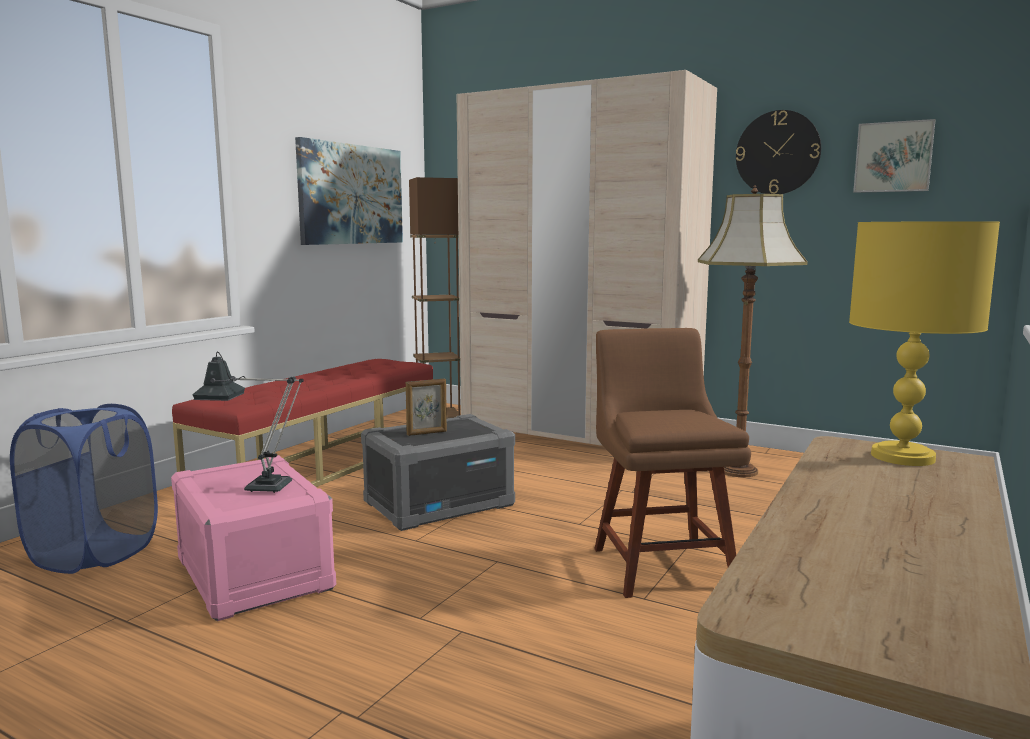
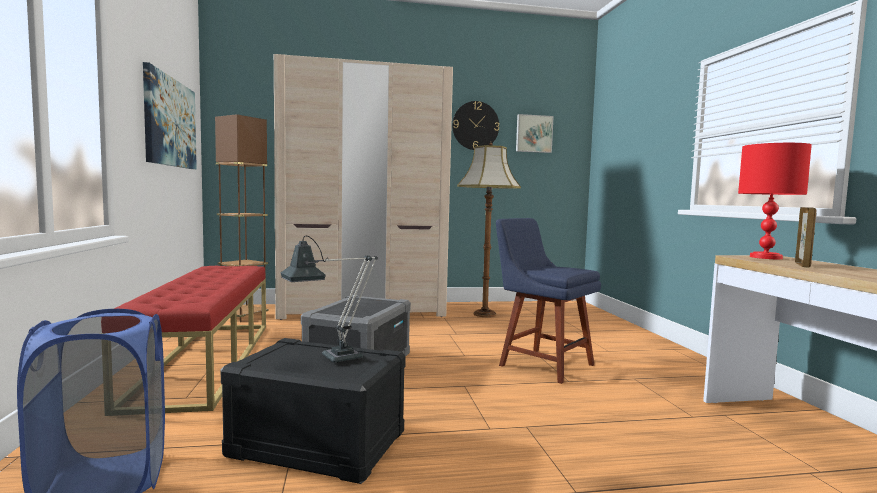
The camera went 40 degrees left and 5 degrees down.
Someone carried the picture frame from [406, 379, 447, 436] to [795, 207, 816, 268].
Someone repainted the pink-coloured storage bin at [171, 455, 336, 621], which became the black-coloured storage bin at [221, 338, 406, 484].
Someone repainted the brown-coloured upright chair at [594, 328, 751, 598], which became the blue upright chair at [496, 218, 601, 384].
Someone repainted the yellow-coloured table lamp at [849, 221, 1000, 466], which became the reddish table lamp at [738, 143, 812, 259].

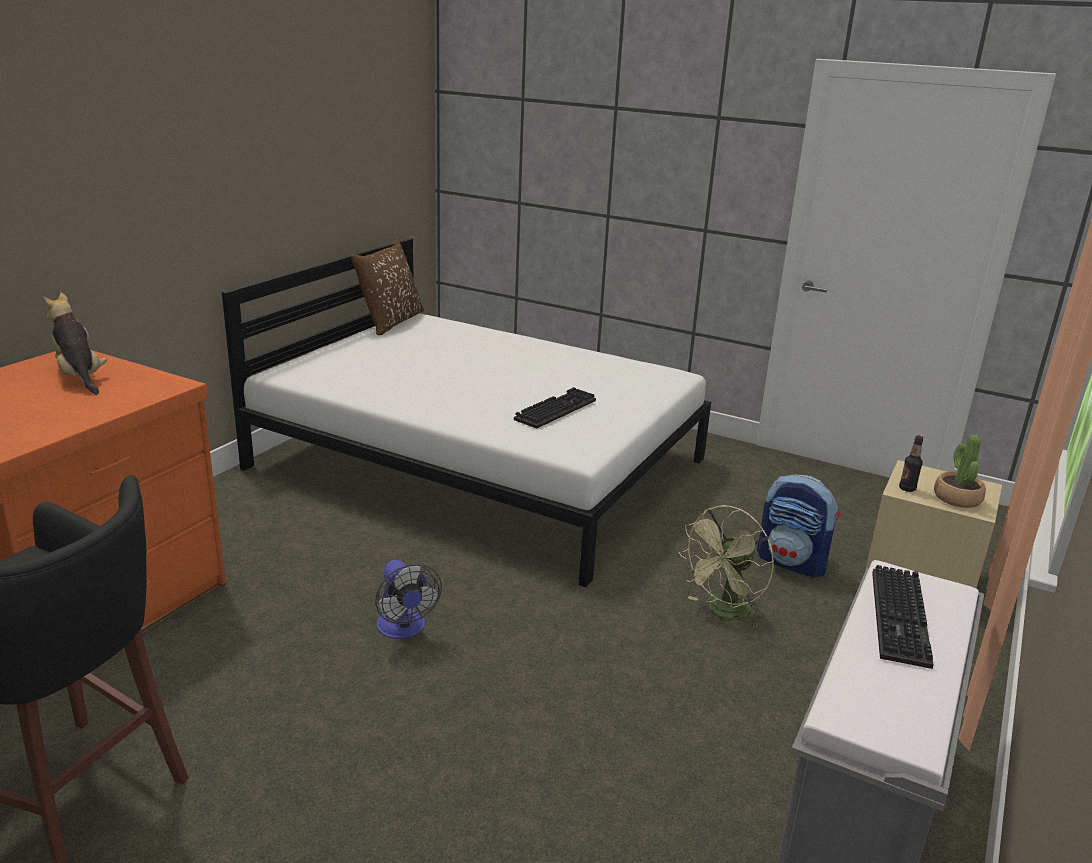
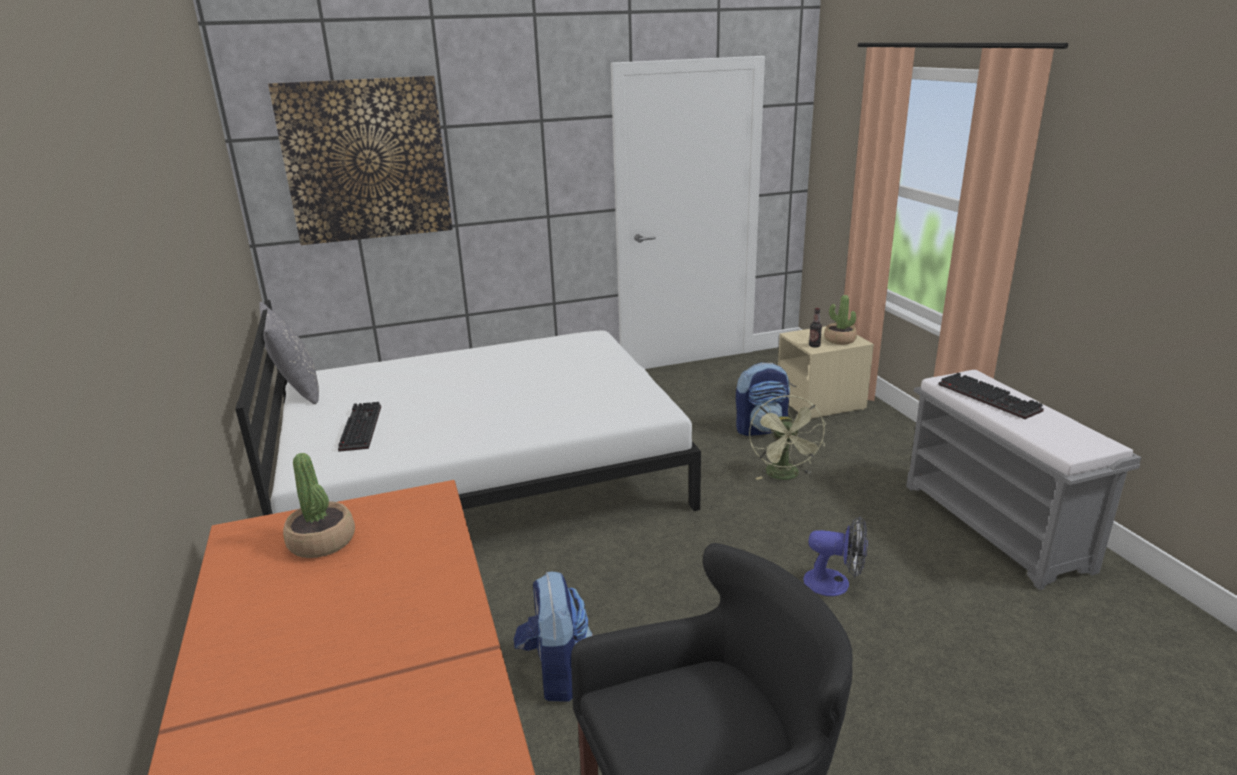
The camera went 45 degrees left and 0 degrees up.
Someone put up the wall picture at [268, 76, 453, 245].
Someone put down the knapsack at [514, 572, 593, 702].
Someone carried the electric fan from [375, 560, 442, 639] to [803, 516, 868, 596].
Someone carried the PC keyboard from [514, 387, 596, 429] to [338, 402, 381, 452].
Someone swapped the cuddly toy at [43, 293, 107, 394] for the plant in a pot at [283, 453, 355, 558].
Someone repainted the brown-coloured throw pillow at [350, 237, 424, 335], which became the greyish throw pillow at [259, 302, 319, 404].

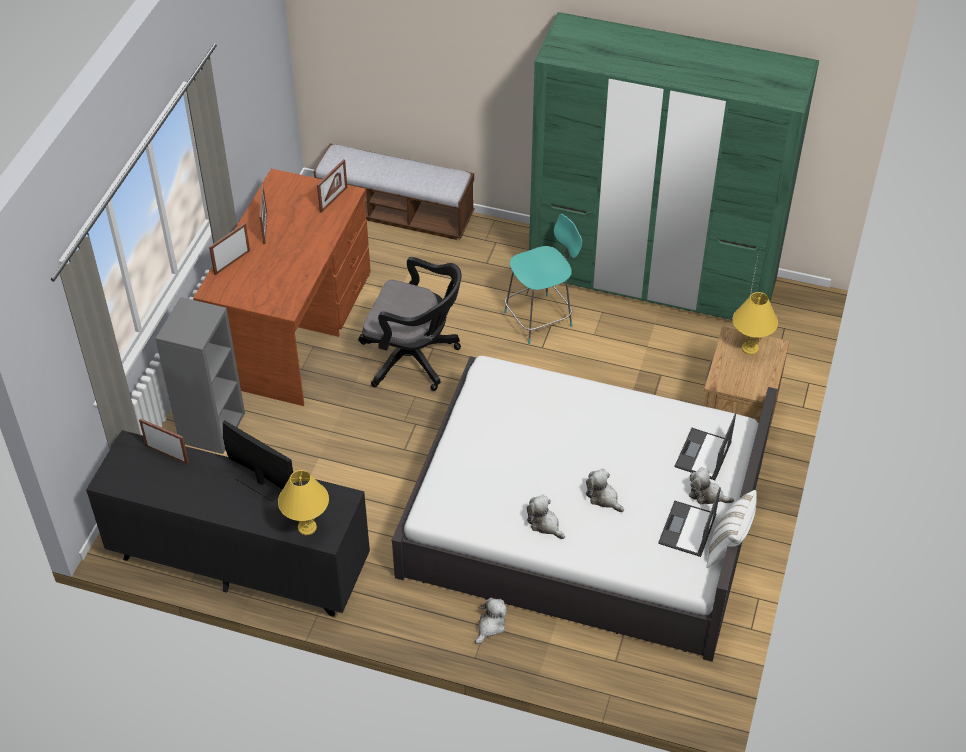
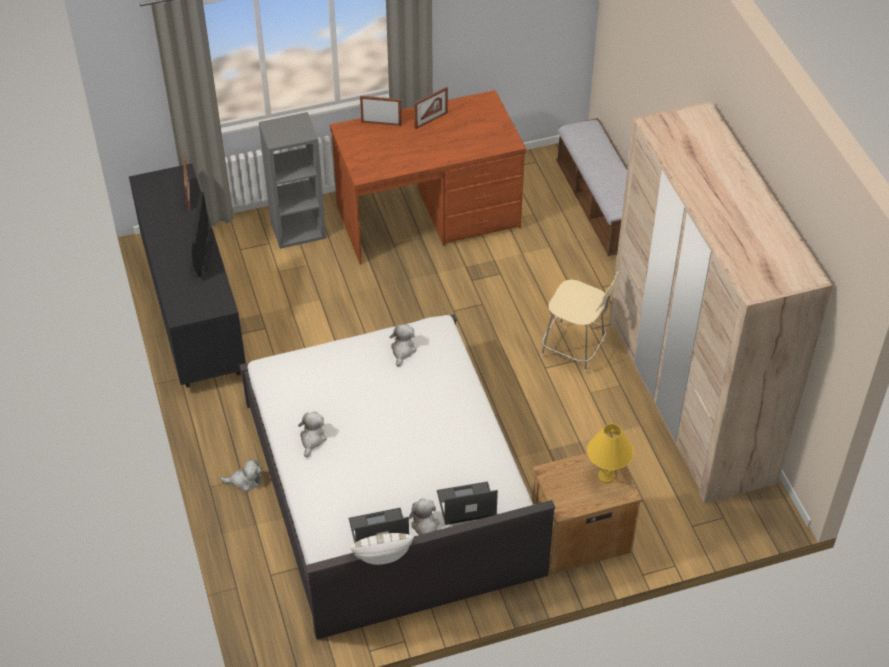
The camera went 55 degrees right and 0 degrees up.
Someone took away the yellow-coloured table lamp at [278, 470, 329, 535].
Someone took away the picture frame at [317, 159, 347, 213].
Someone took away the black-coloured computer chair at [358, 257, 462, 391].
Someone carried the cuddly toy from [586, 469, 624, 512] to [389, 324, 416, 367].
Someone repainted the blue-green upright chair at [504, 214, 582, 344], which became the beige-coloured upright chair at [541, 272, 619, 375].
Someone repainted the greenish wardrobe at [529, 12, 819, 320], which became the beige-coloured wardrobe at [609, 102, 832, 503].

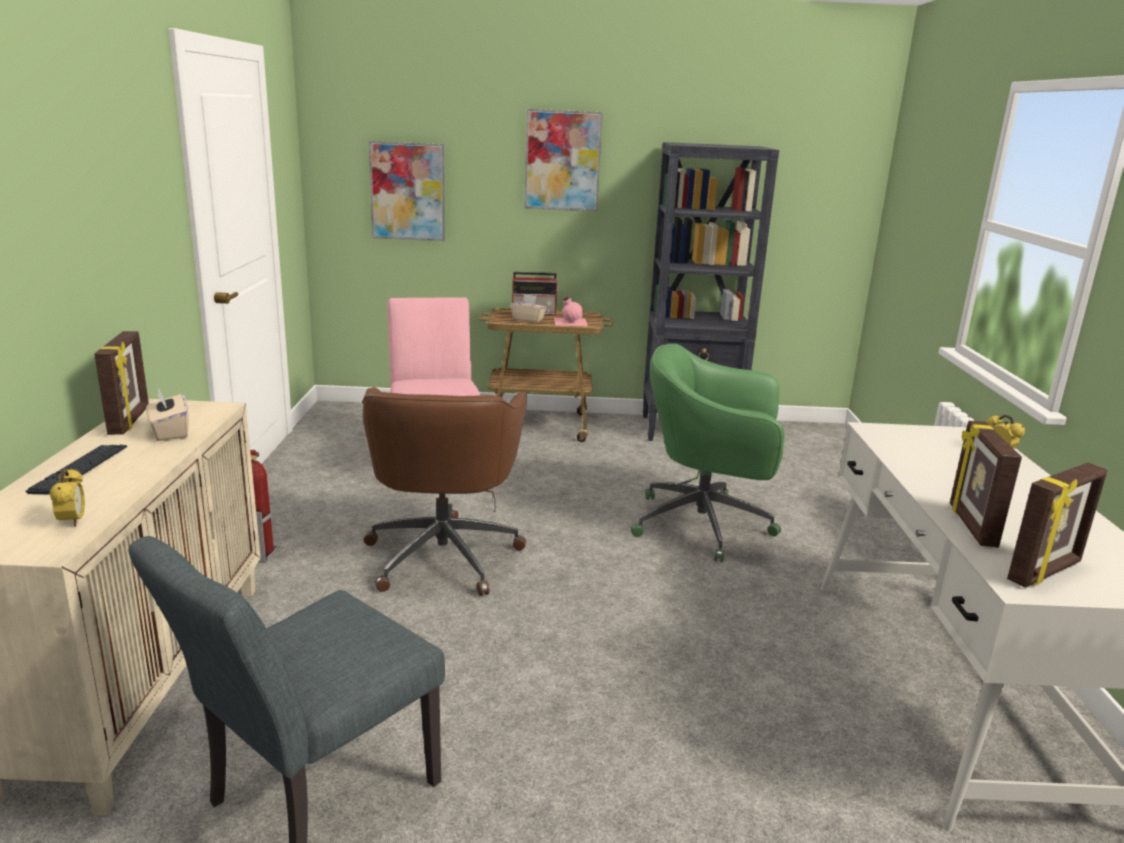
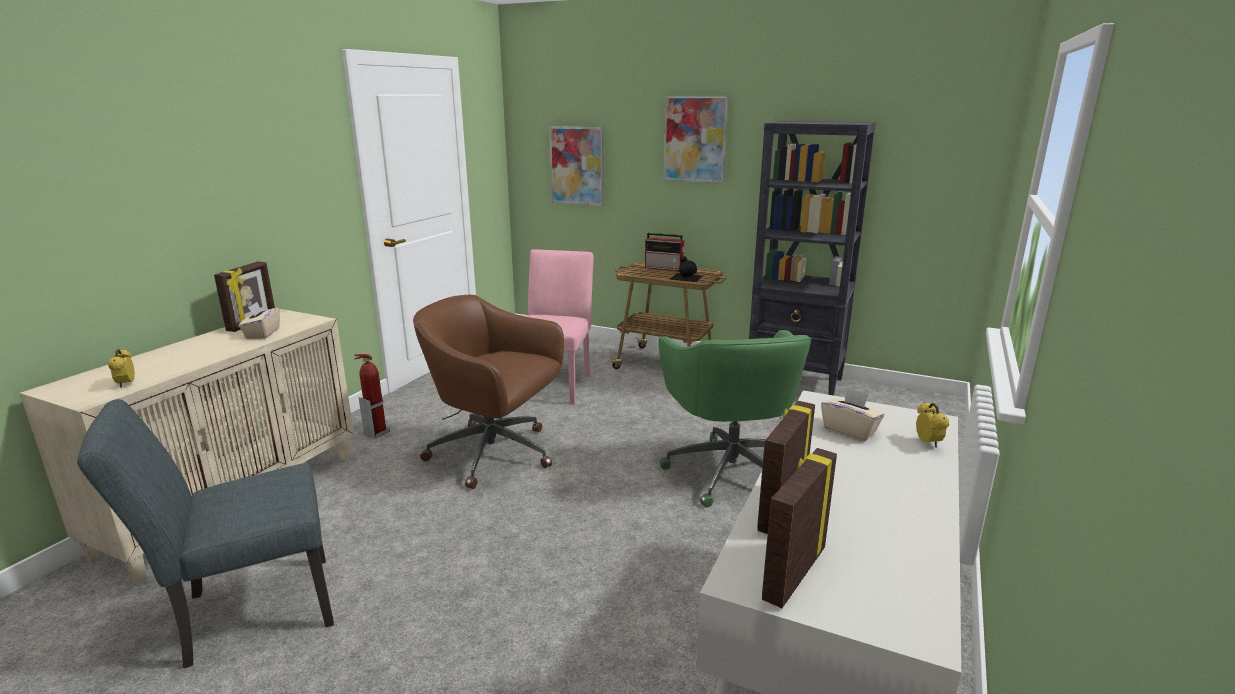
The camera went 25 degrees right and 0 degrees up.
Someone took away the PC keyboard at [26, 445, 127, 494].
Someone carried the beige-coloured box of tissues from [511, 294, 546, 323] to [821, 388, 885, 441].
Someone repainted the pink-coloured drink bottle at [554, 297, 588, 326], which became the black-coloured drink bottle at [669, 256, 703, 282].
Someone rotated the table clock at [49, 469, 85, 527] by 150 degrees clockwise.
Someone rotated the brown-coloured computer chair at [362, 387, 527, 596] by 90 degrees clockwise.
Someone rotated the greenish computer chair at [631, 344, 785, 562] by 135 degrees counterclockwise.
Someone rotated the picture frame at [1007, 463, 1107, 588] by 135 degrees clockwise.

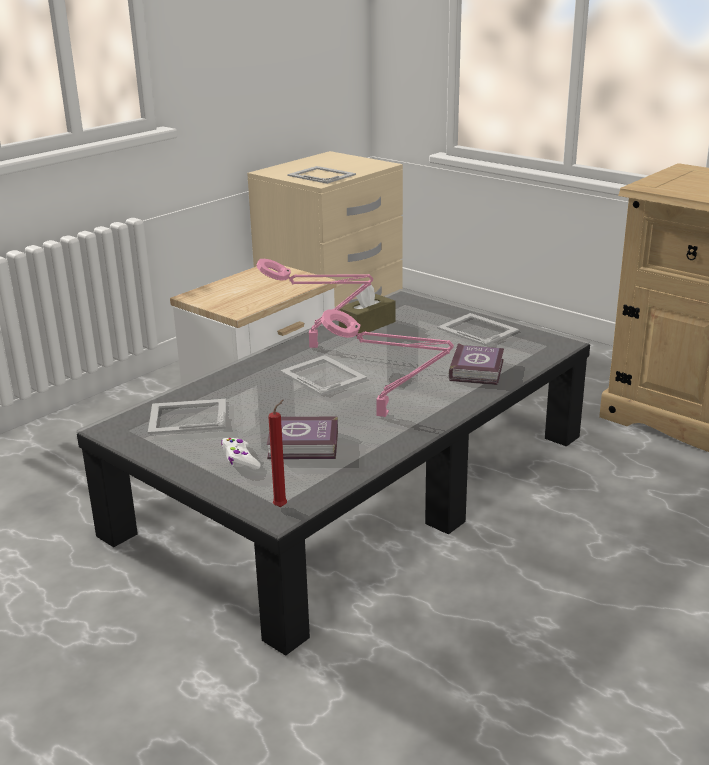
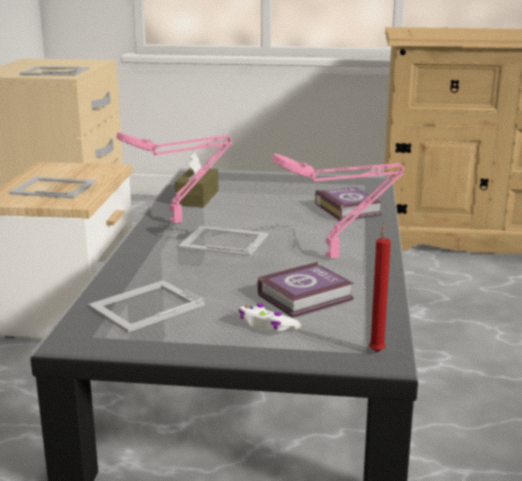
The camera went 35 degrees left and 5 degrees down.
Someone carried the picture frame from [437, 313, 519, 346] to [9, 177, 96, 198].

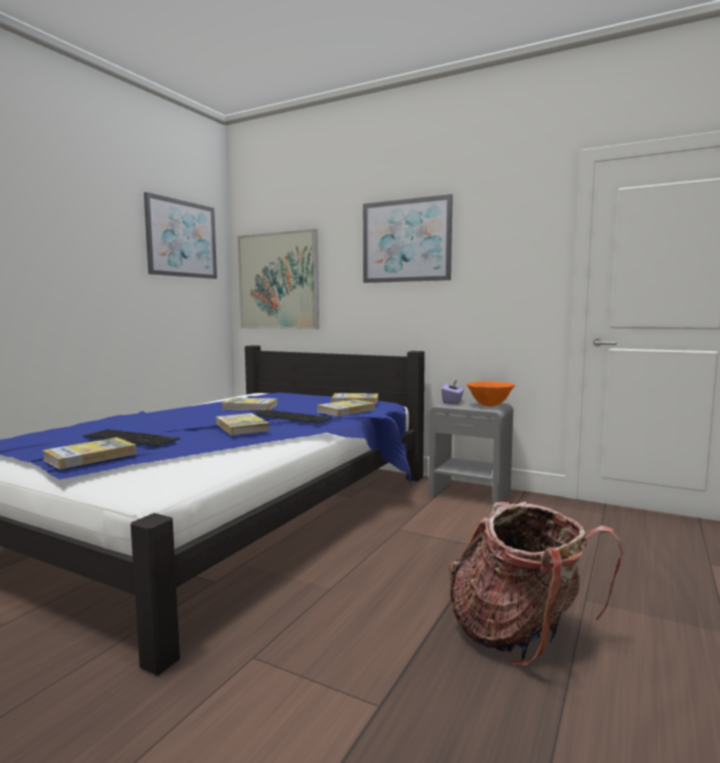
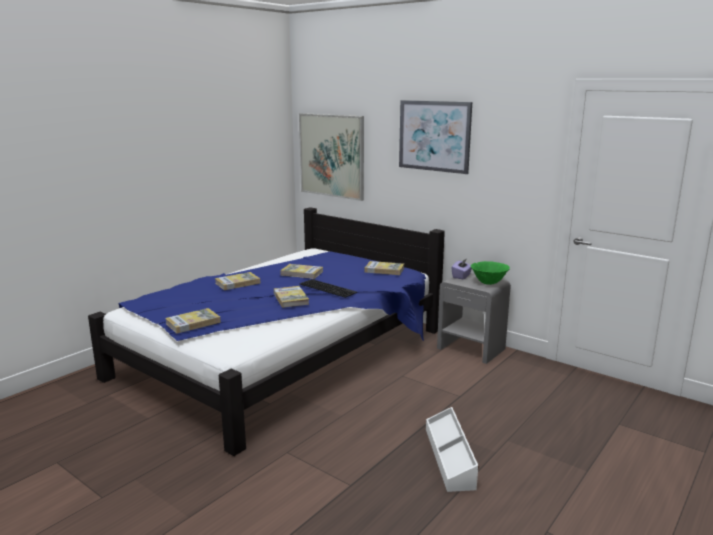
The camera went 10 degrees right and 10 degrees up.
Someone took away the PC keyboard at [83, 429, 180, 446].
Someone took away the wall picture at [144, 192, 217, 279].
Someone carried the book from [317, 399, 375, 416] to [215, 272, 260, 290].
Someone swapped the knapsack at [449, 502, 623, 666] for the whitish storage bin at [426, 407, 479, 492].
Someone repainted the orange bowl at [467, 381, 515, 407], which became the greenish bowl at [471, 261, 510, 285].

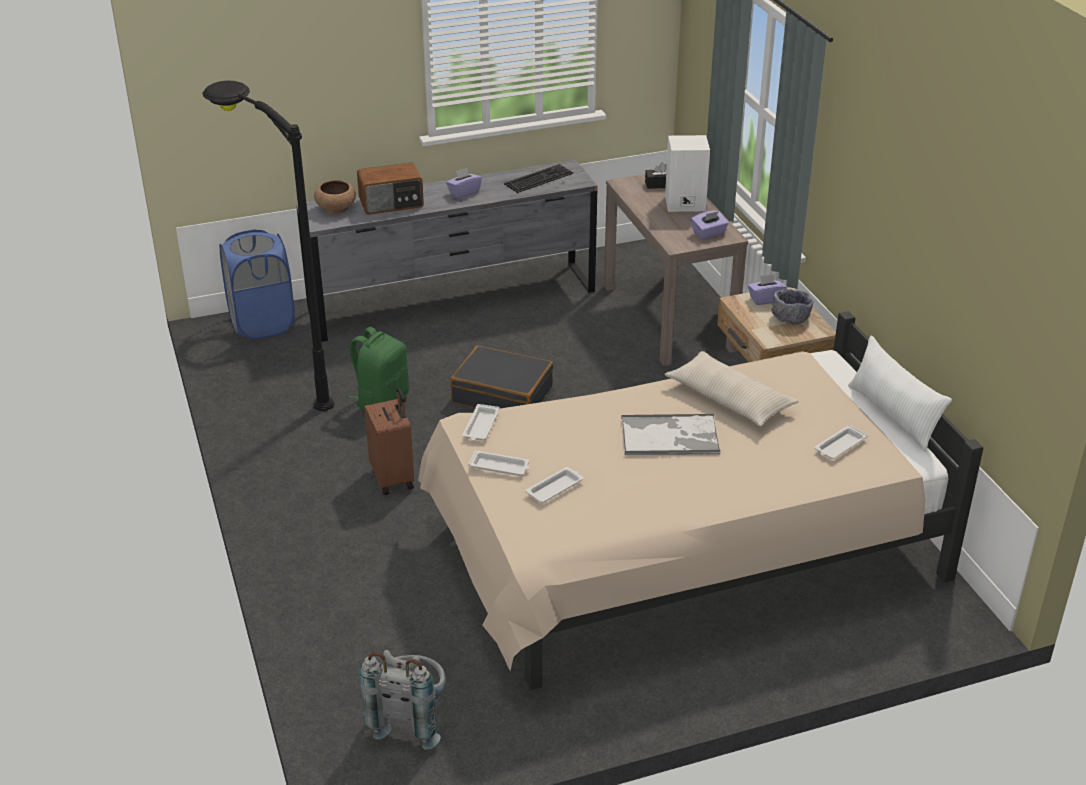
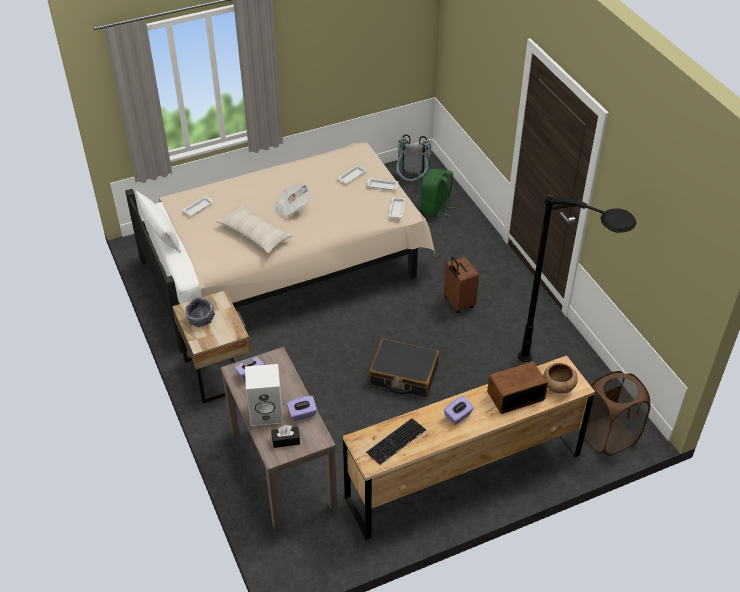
The camera went 175 degrees right and 10 degrees up.
Someone carried the greenish knapsack from [348, 327, 409, 412] to [420, 169, 456, 217].
Someone carried the purplish box of tissues from [748, 274, 787, 305] to [287, 396, 317, 421].
Someone swapped the tray at [621, 414, 720, 455] for the newspaper at [272, 183, 309, 218].
Someone repainted the blue washing basket at [220, 229, 295, 339], which became the brown-coloured washing basket at [584, 371, 650, 456].
Someone repainted the greyish drawer chest at [296, 160, 598, 342], which became the brown-coloured drawer chest at [343, 355, 595, 540].

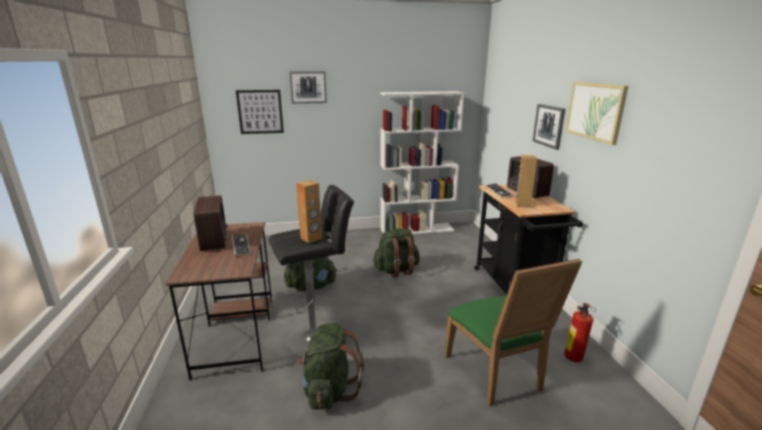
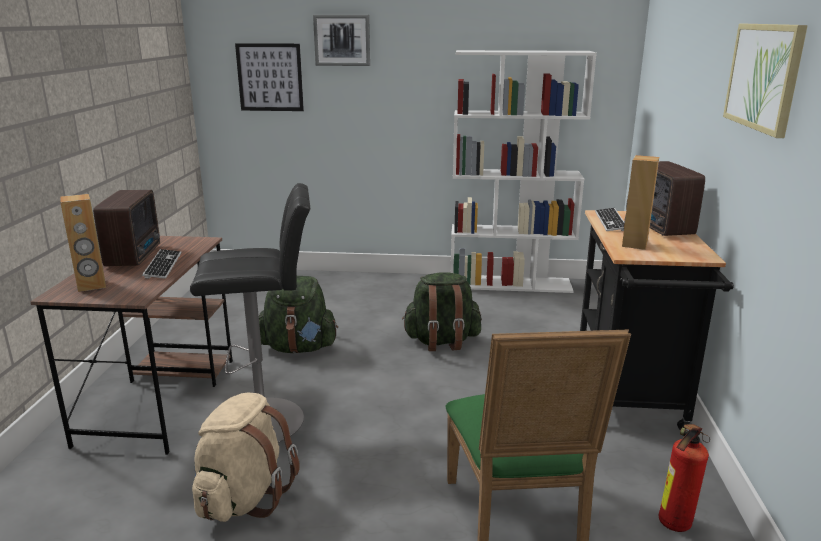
The camera went 15 degrees right and 0 degrees up.
Someone took away the wall picture at [533, 104, 565, 150].
Someone carried the brown-coloured loudspeaker from [296, 180, 322, 243] to [60, 194, 106, 292].
Someone repainted the greenish knapsack at [297, 323, 364, 410], which became the beige-coloured knapsack at [192, 392, 300, 522].

